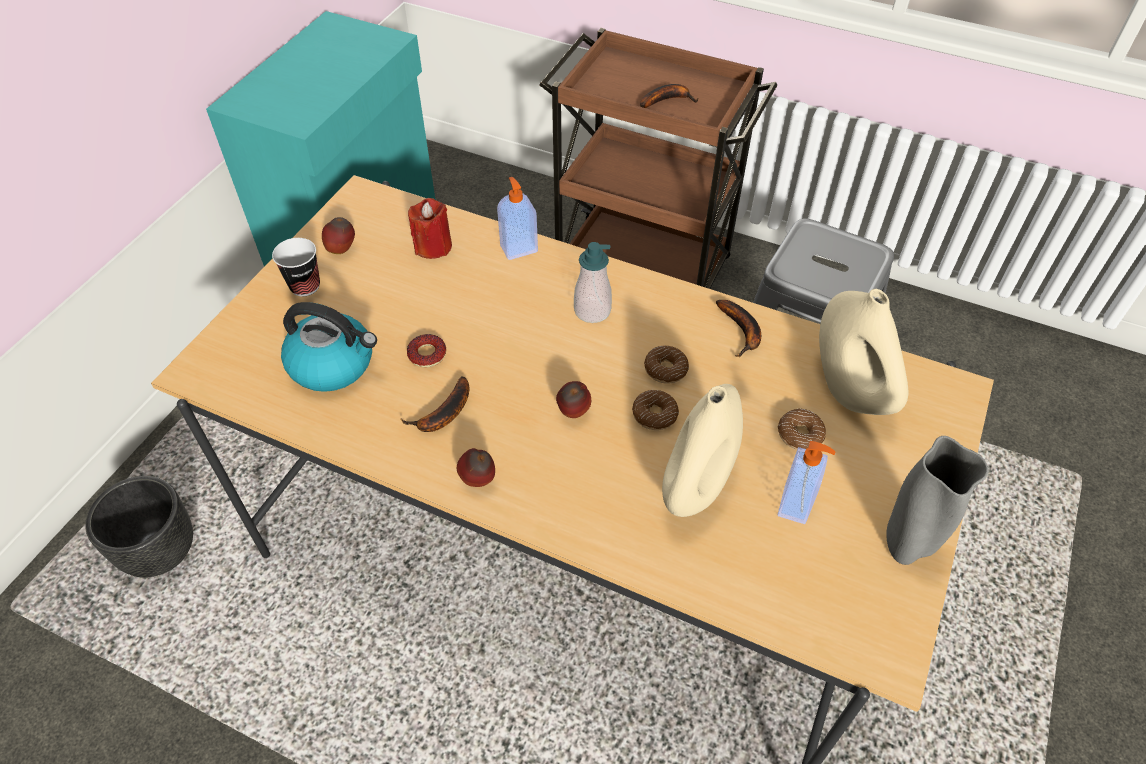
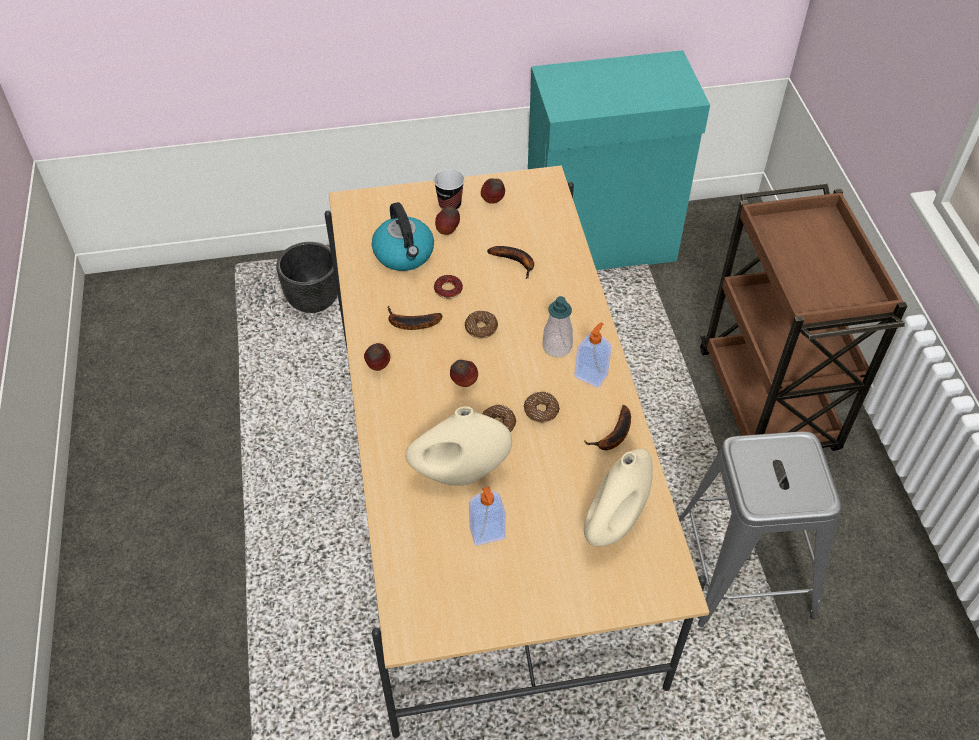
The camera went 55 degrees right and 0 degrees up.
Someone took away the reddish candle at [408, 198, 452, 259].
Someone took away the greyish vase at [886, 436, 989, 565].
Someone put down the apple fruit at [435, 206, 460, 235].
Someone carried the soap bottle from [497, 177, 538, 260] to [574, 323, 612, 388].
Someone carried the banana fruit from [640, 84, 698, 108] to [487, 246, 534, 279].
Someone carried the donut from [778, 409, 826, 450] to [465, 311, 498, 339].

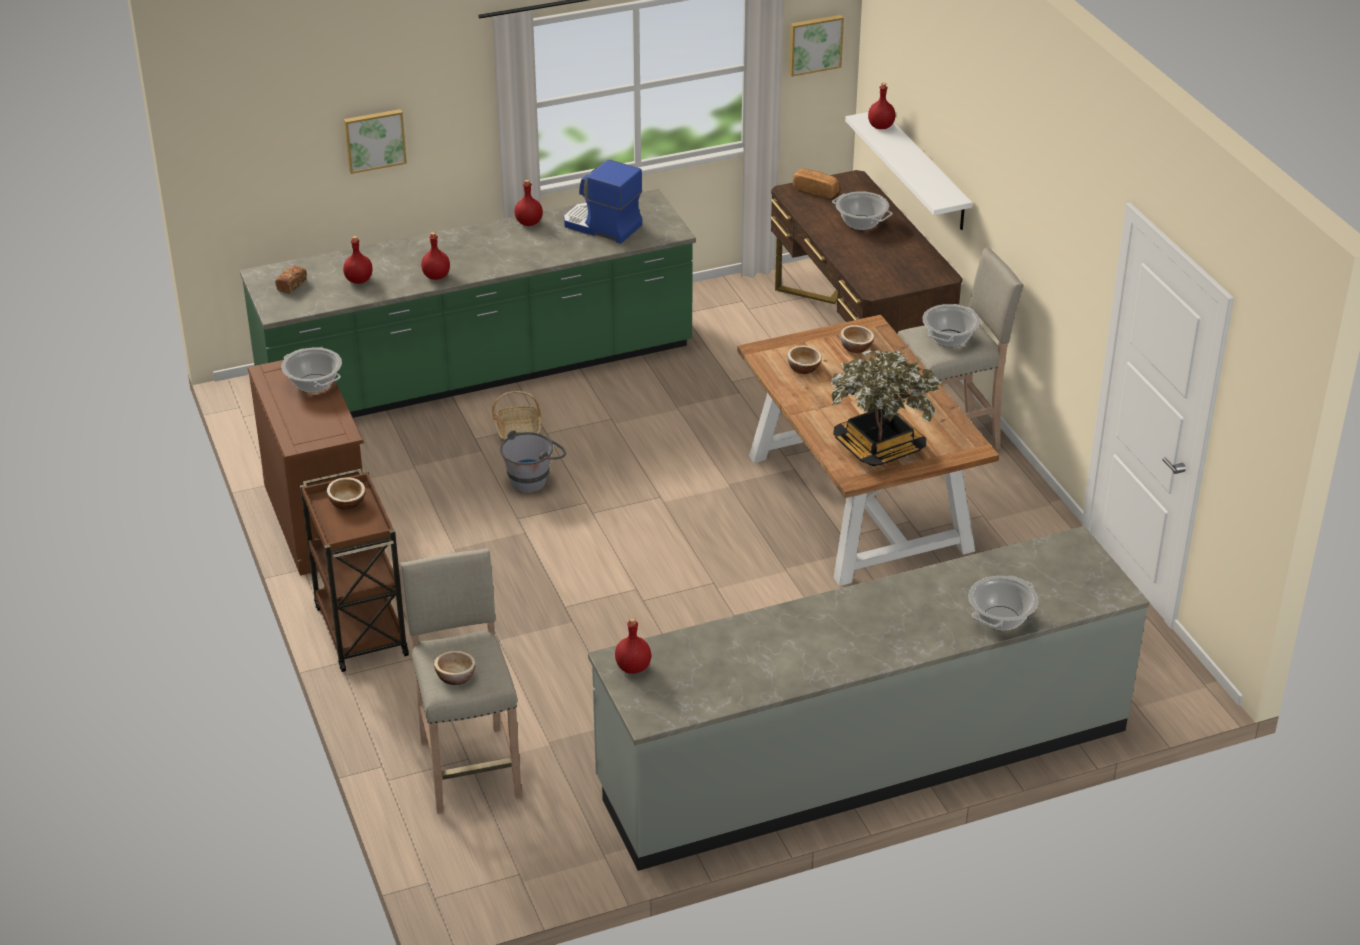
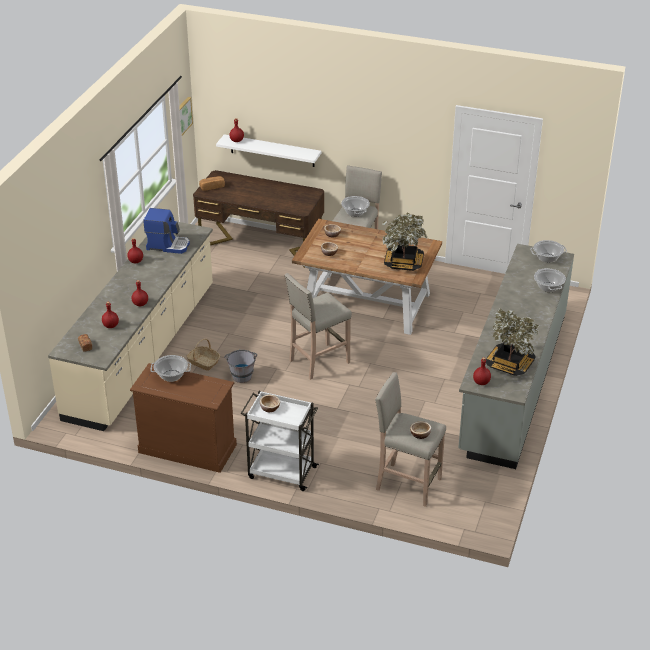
The camera went 50 degrees left and 0 degrees up.
Someone took away the wall picture at [344, 109, 407, 174].
Someone put down the beige-coloured stool at [284, 273, 352, 380].
Someone put down the plant in a pot at [486, 309, 539, 376].
Someone carried the stockpot from [832, 191, 893, 230] to [530, 240, 567, 263].
Someone repainted the greenish kitchen counter at [240, 189, 696, 418], which became the beige-coloured kitchen counter at [48, 222, 213, 431].
Someone repainted the brown-coloured trolley at [300, 469, 409, 672], which became the whitish trolley at [241, 391, 319, 491].
Someone rotated the coffee machine at [564, 160, 642, 244] by 150 degrees counterclockwise.

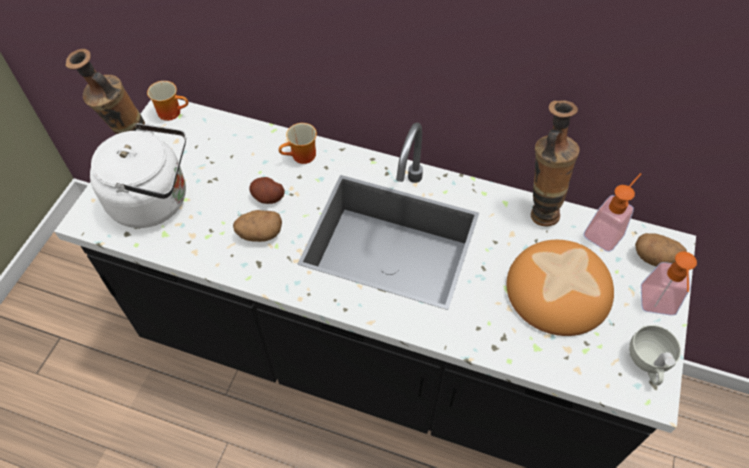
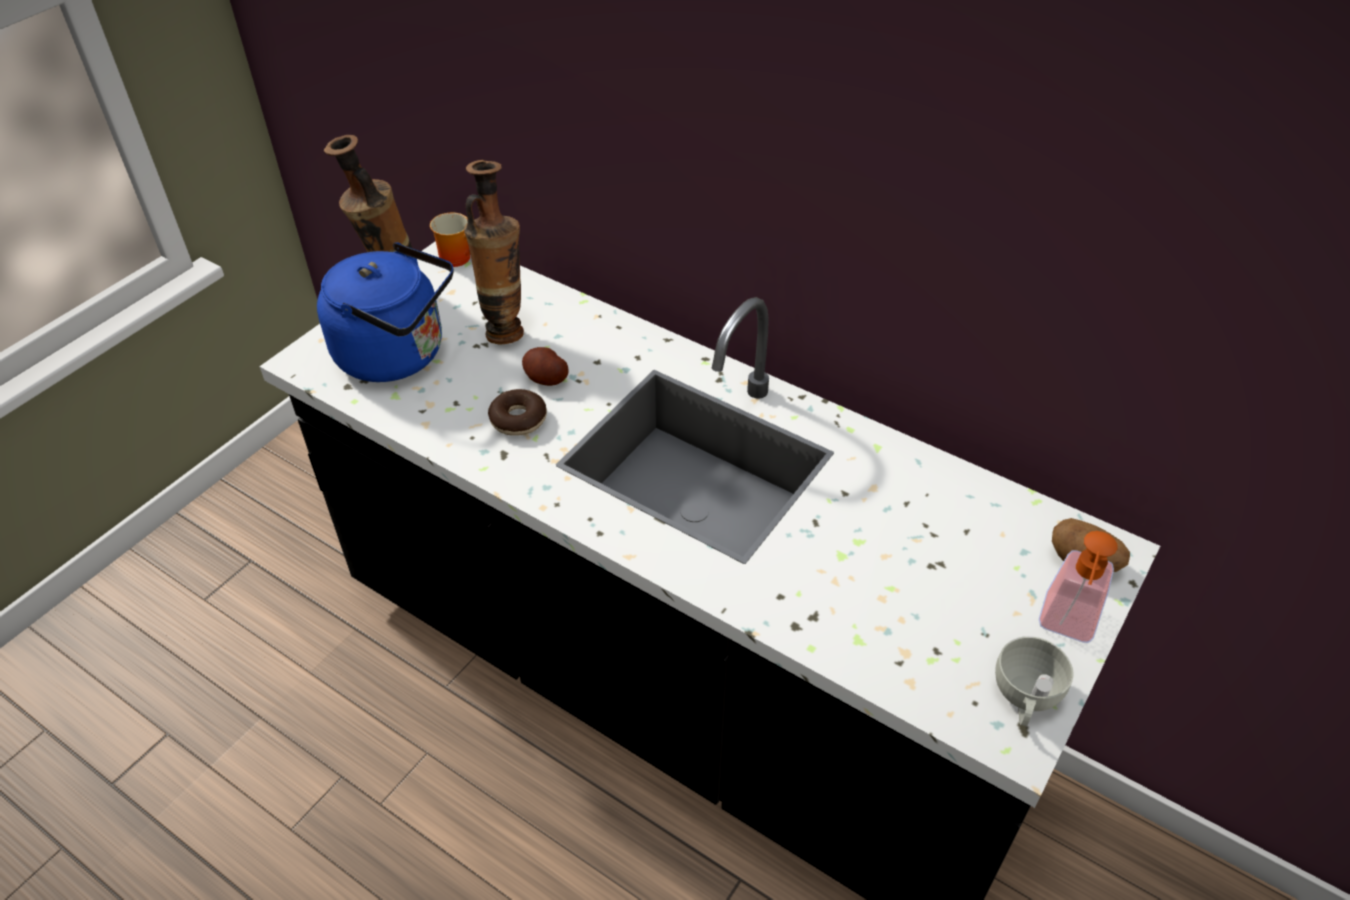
The camera went 15 degrees right and 10 degrees down.
Someone took away the coffee mug at [279, 123, 317, 164].
Someone took away the baked bread at [506, 240, 614, 336].
Someone took away the soap bottle at [584, 173, 641, 252].
Someone carried the vase from [531, 100, 579, 226] to [464, 160, 524, 344].
Someone swapped the potato at [233, 210, 282, 242] for the donut at [488, 389, 547, 436].
Someone repainted the whitish tea kettle at [90, 122, 186, 228], which became the blue tea kettle at [317, 242, 454, 382].

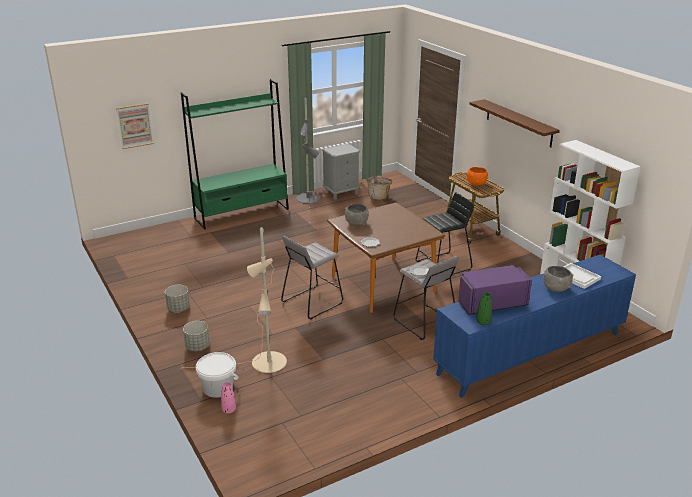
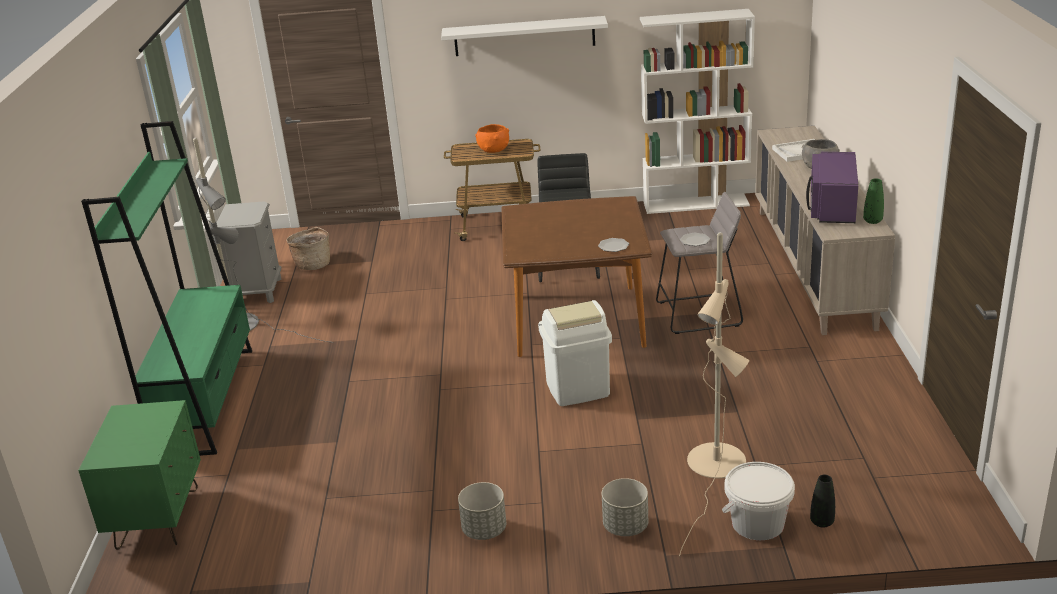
The camera went 60 degrees left and 0 degrees up.
Someone took away the wall picture at [116, 103, 154, 149].
Someone took away the greyish bowl at [345, 204, 369, 226].
Someone put down the greenish night table at [78, 400, 201, 550].
Someone swapped the greyish stool at [281, 236, 343, 319] for the whitish waste bin at [538, 300, 612, 406].
Someone repainted the pink-coloured vase at [221, 382, 236, 414], which became the black-coloured vase at [810, 475, 835, 528].
Someone repainted the blue storage cabinet at [433, 255, 636, 398], which became the beige-coloured storage cabinet at [755, 126, 895, 335].
Someone repainted the brown-coloured wall shelf at [469, 99, 560, 147], which became the whitish wall shelf at [441, 16, 608, 56].

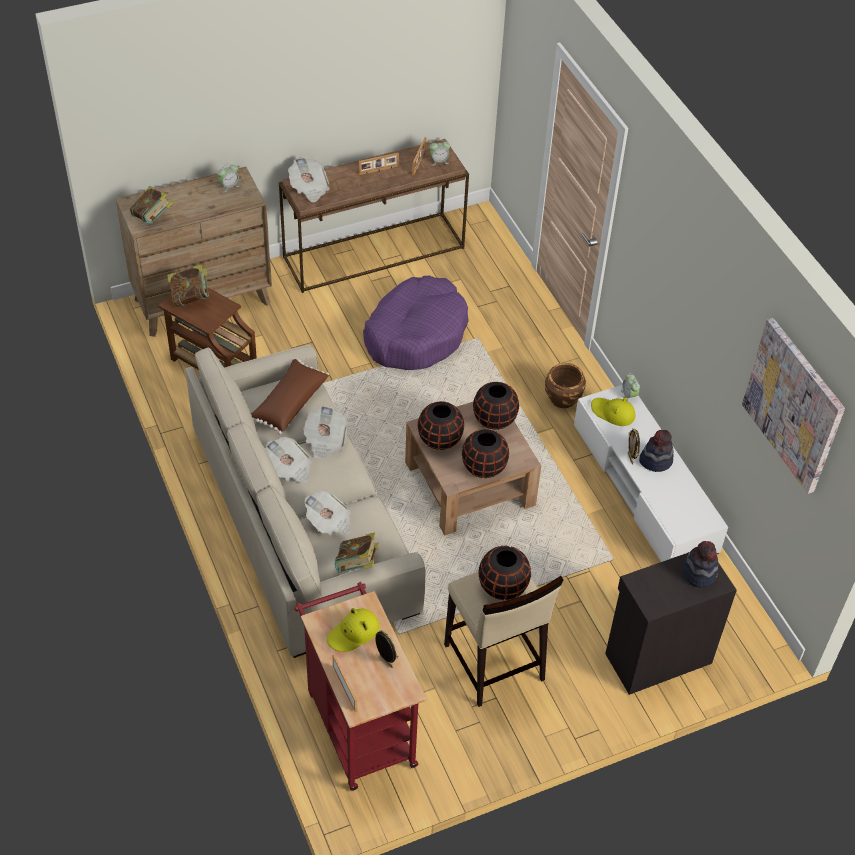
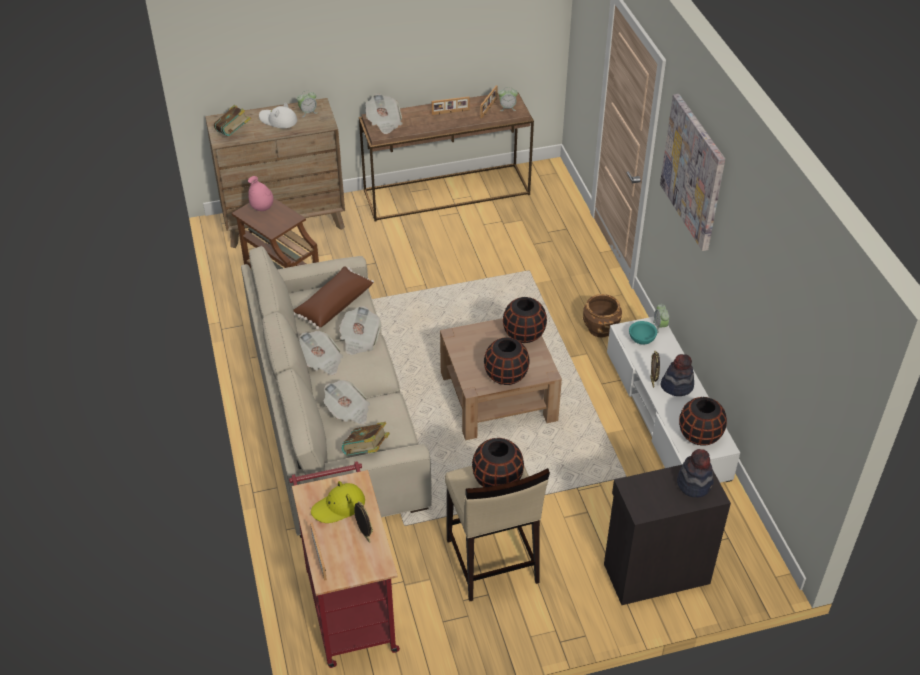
The camera went 10 degrees right and 5 degrees down.
Someone took away the purplish dog bed at [363, 275, 469, 370].
Someone put down the whitish hat at [259, 103, 297, 128].
Someone carried the black-coloured vase from [418, 401, 464, 450] to [679, 397, 727, 446].
Someone carried the wall picture from [742, 318, 845, 494] to [660, 94, 725, 251].
Someone swapped the book at [167, 264, 211, 307] for the pink-coloured vase at [248, 176, 273, 211].
Someone swapped the yellow-coloured hat at [591, 397, 635, 426] for the blue-green bowl at [629, 321, 657, 345].

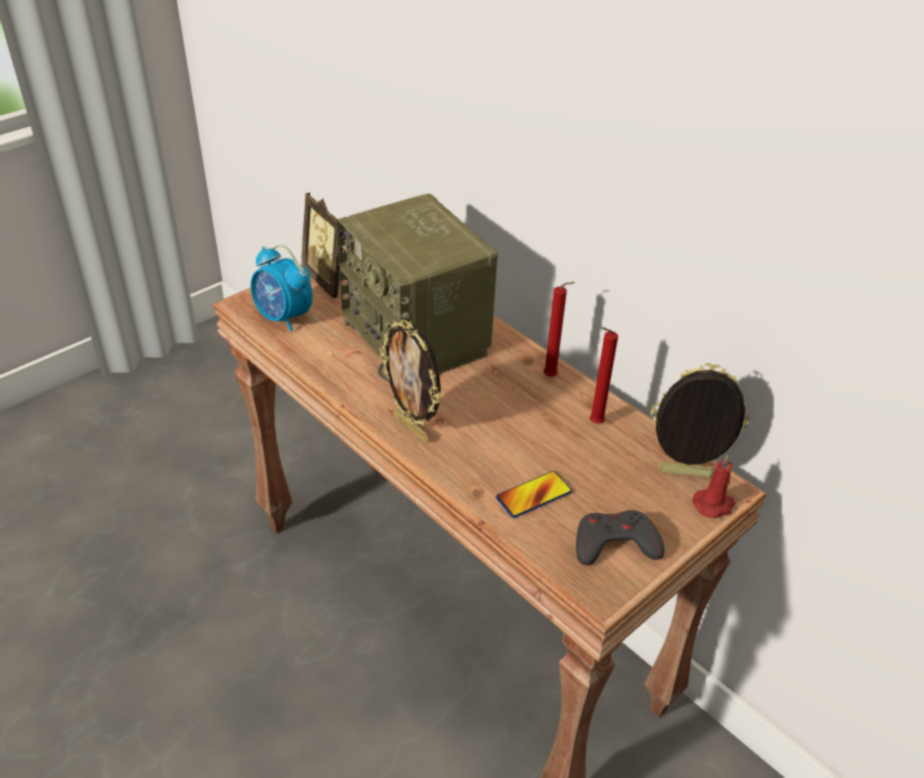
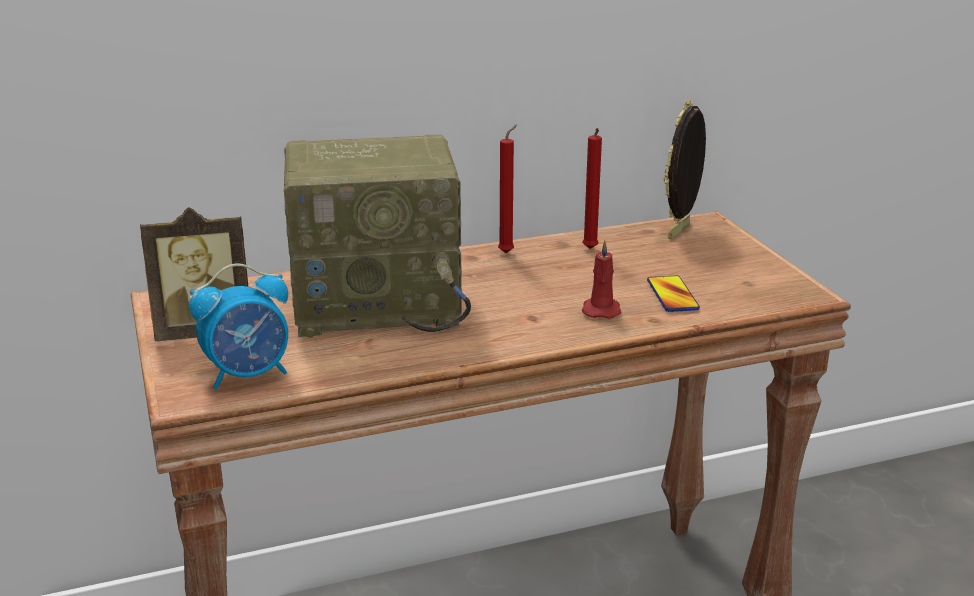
The camera went 65 degrees left and 15 degrees down.
Someone took away the picture frame at [380, 320, 441, 443].
Someone took away the greyish joypad at [576, 510, 664, 565].
Someone carried the reddish candle from [692, 454, 735, 518] to [582, 240, 621, 319].

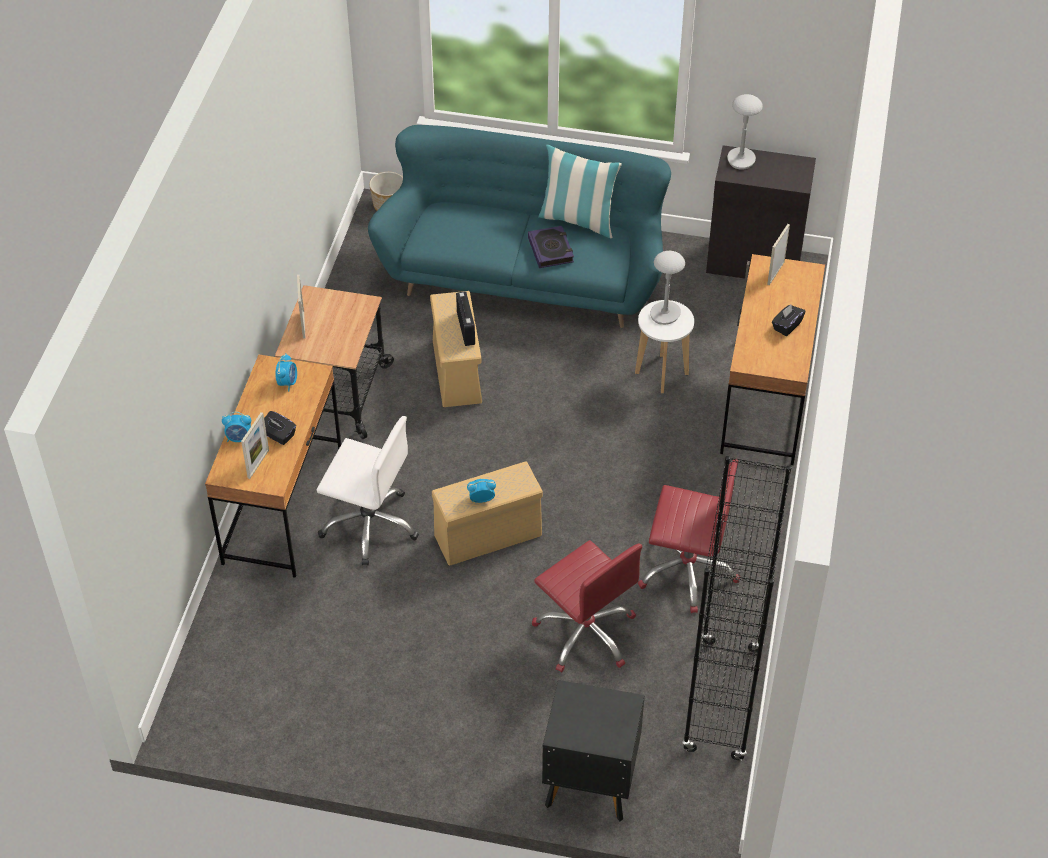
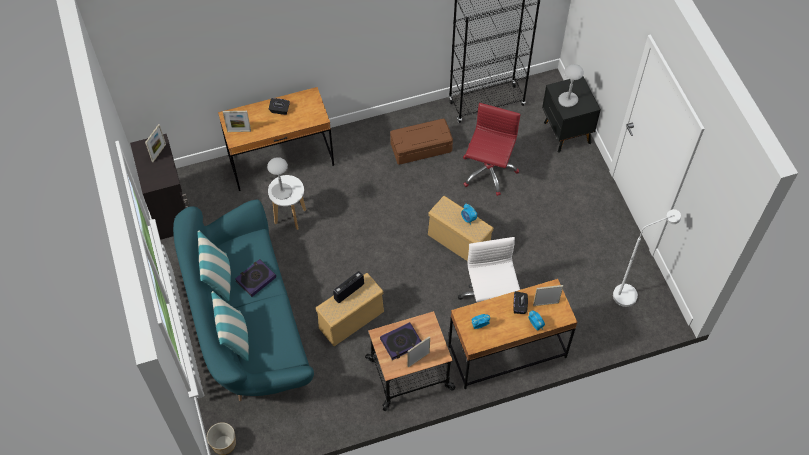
The camera went 120 degrees left and 10 degrees up.
Someone put down the picture frame at [145, 124, 166, 162].
Someone put down the throw pillow at [211, 291, 249, 361].
Someone put down the book at [380, 322, 422, 360].
Someone put down the whitish standard lamp at [613, 209, 681, 307].
Someone carried the greyish table lamp from [727, 94, 763, 170] to [558, 64, 584, 107].
Someone swapped the reddish computer chair at [638, 459, 740, 613] for the brown-coloured storage bin at [390, 118, 453, 165].

